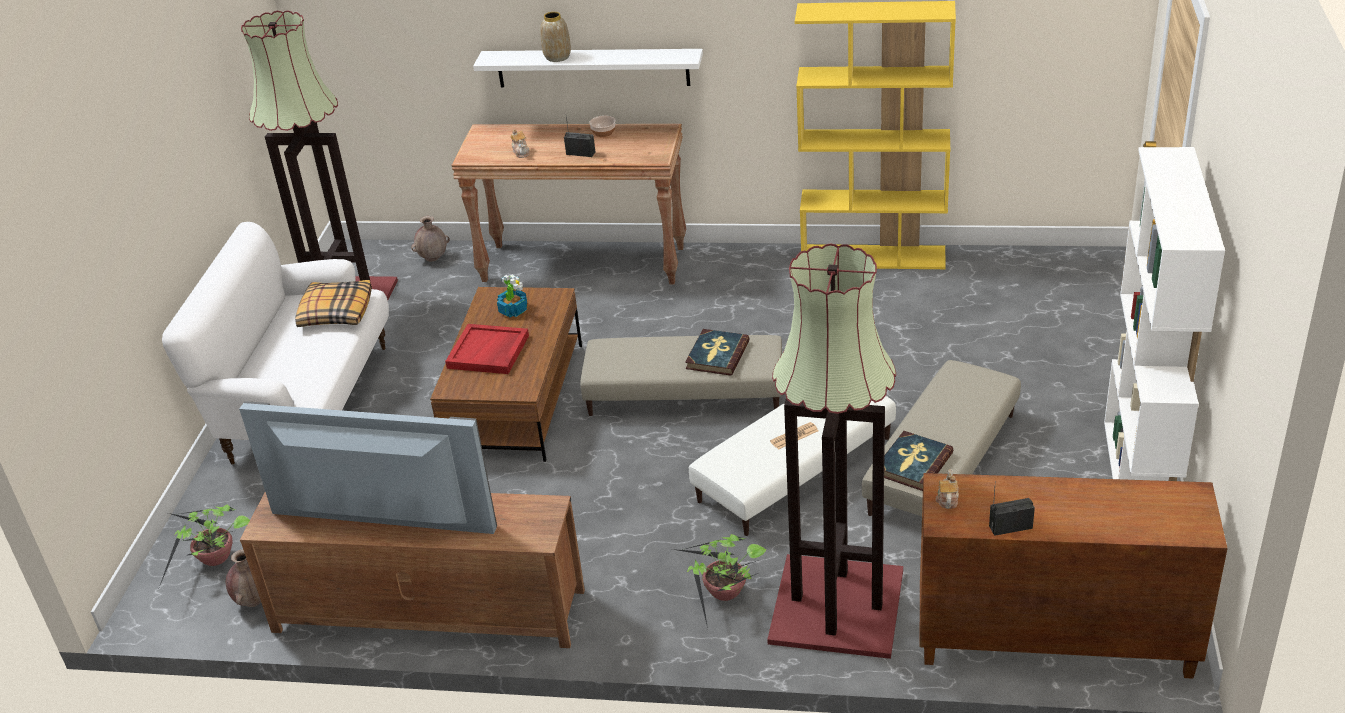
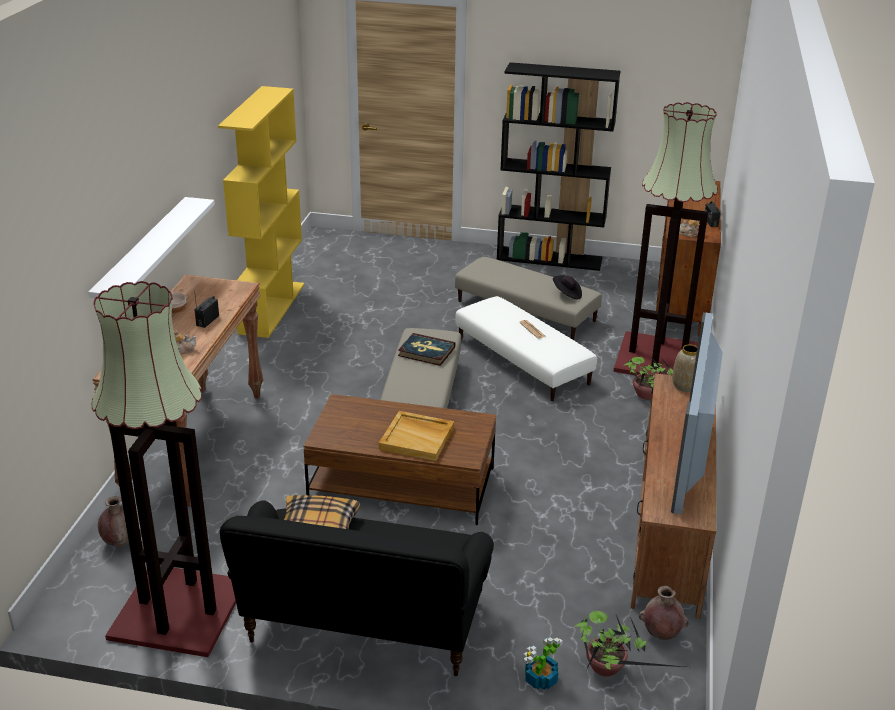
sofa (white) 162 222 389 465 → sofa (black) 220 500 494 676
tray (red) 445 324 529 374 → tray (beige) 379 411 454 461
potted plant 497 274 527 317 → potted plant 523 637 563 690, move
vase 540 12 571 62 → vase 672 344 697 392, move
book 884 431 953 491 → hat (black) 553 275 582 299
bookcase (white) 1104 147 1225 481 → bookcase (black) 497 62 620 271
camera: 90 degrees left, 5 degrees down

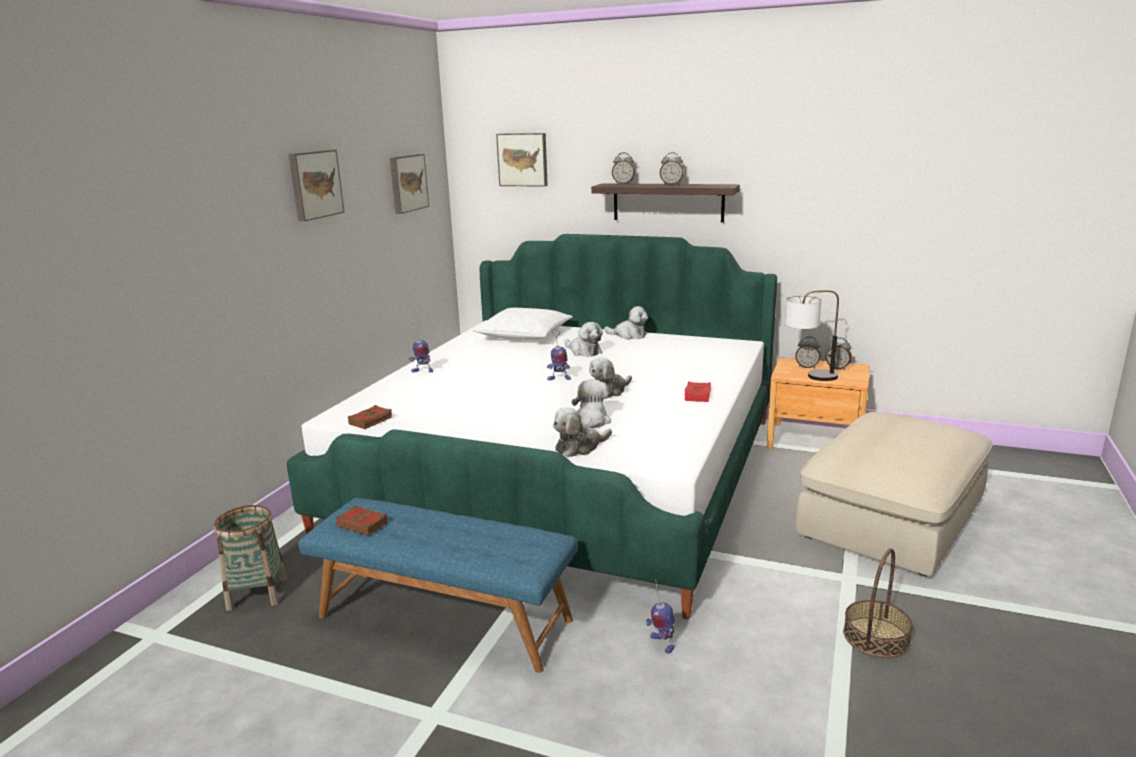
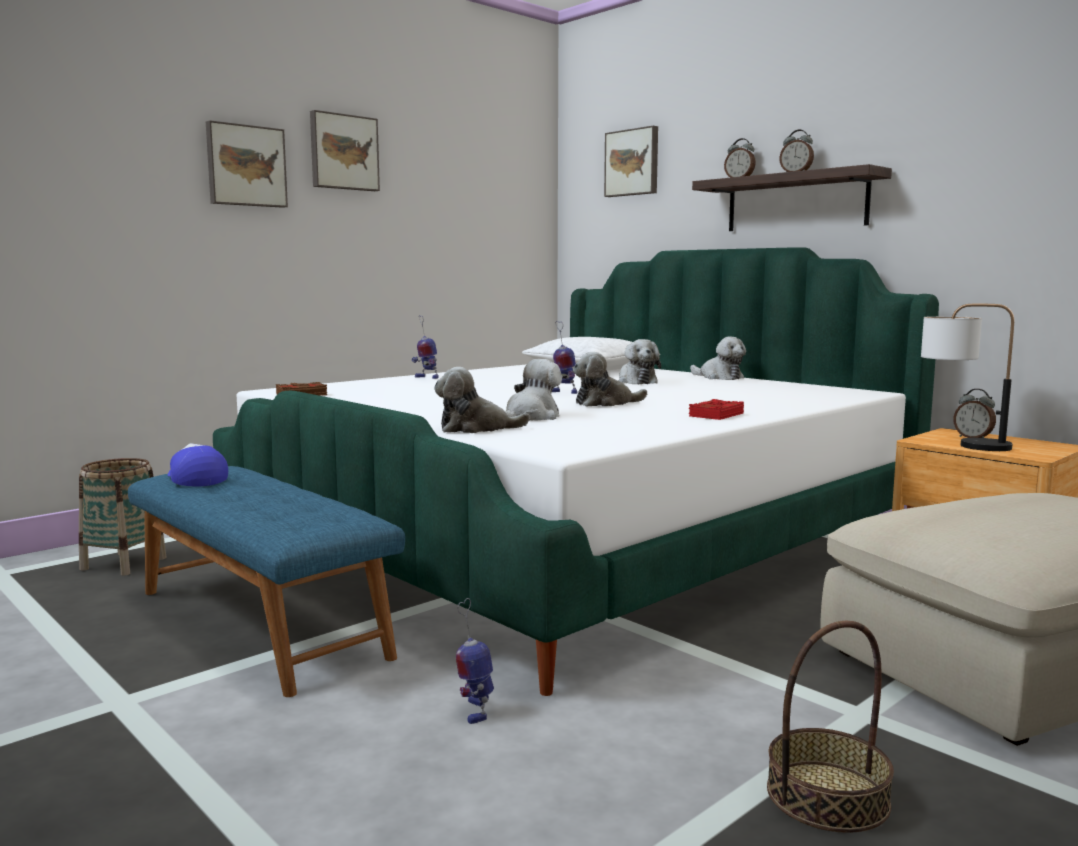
book (brown) 335 505 388 536 → cap 168 443 228 486
picture 390 154 429 214 → picture 206 120 288 208, move
alarm clock 826 338 852 370 → -
camera: 25 degrees right, 10 degrees down

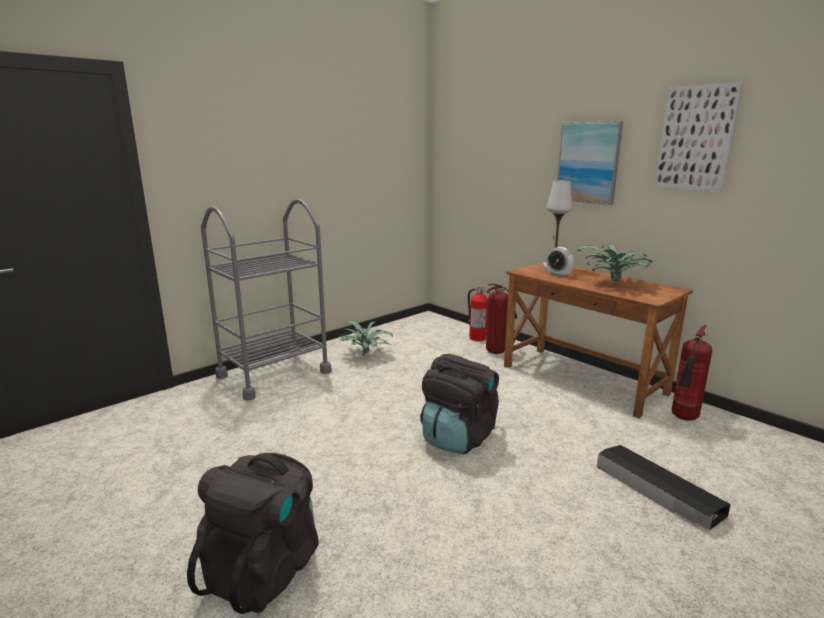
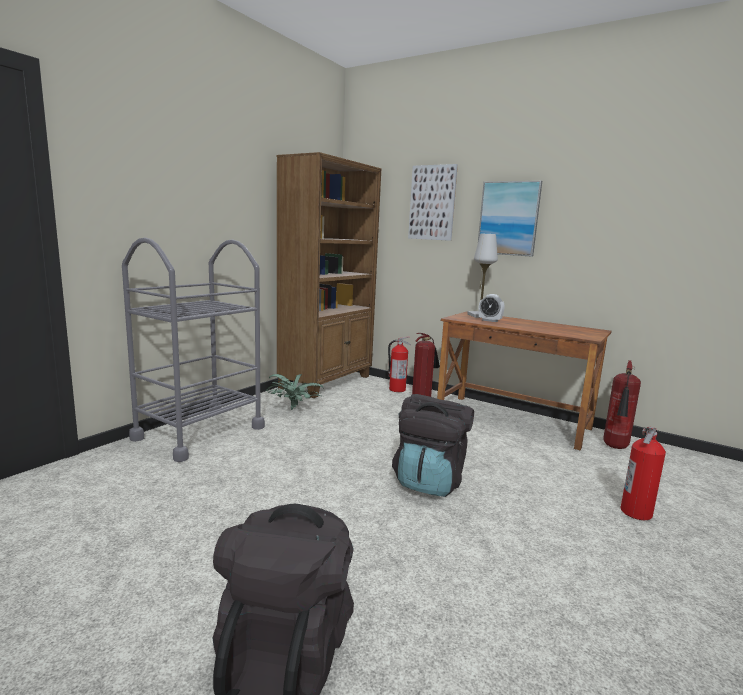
potted plant 576 244 653 283 → -
storage box (black) 597 445 731 530 → fire extinguisher 621 427 666 520
picture 655 83 743 192 → picture 408 164 458 241, move
- → bookcase (brown) 277 152 381 398
camera: 15 degrees left, 5 degrees down

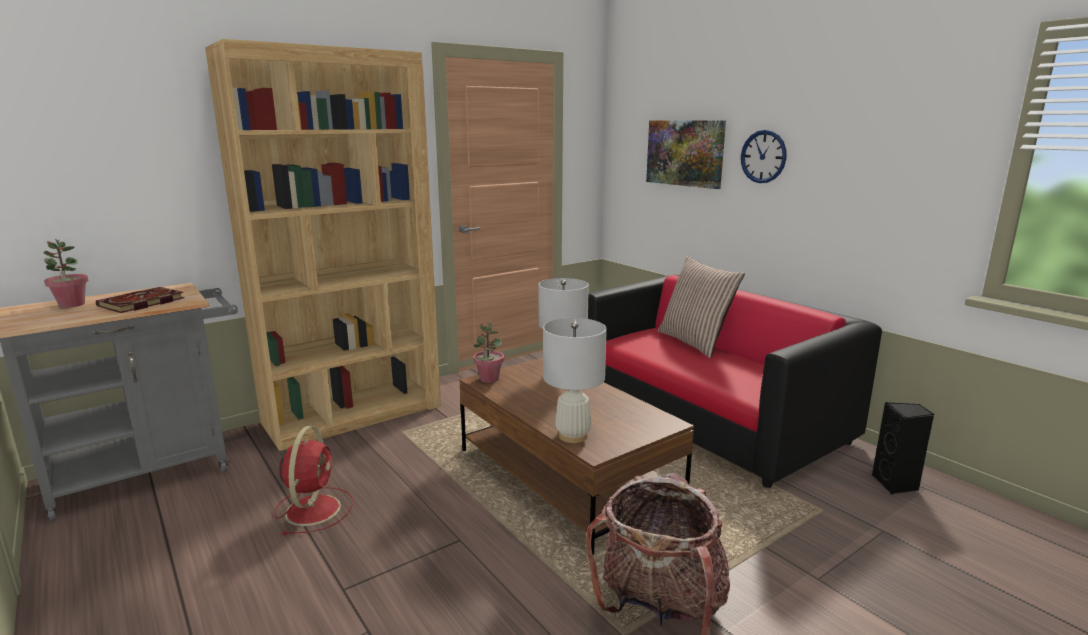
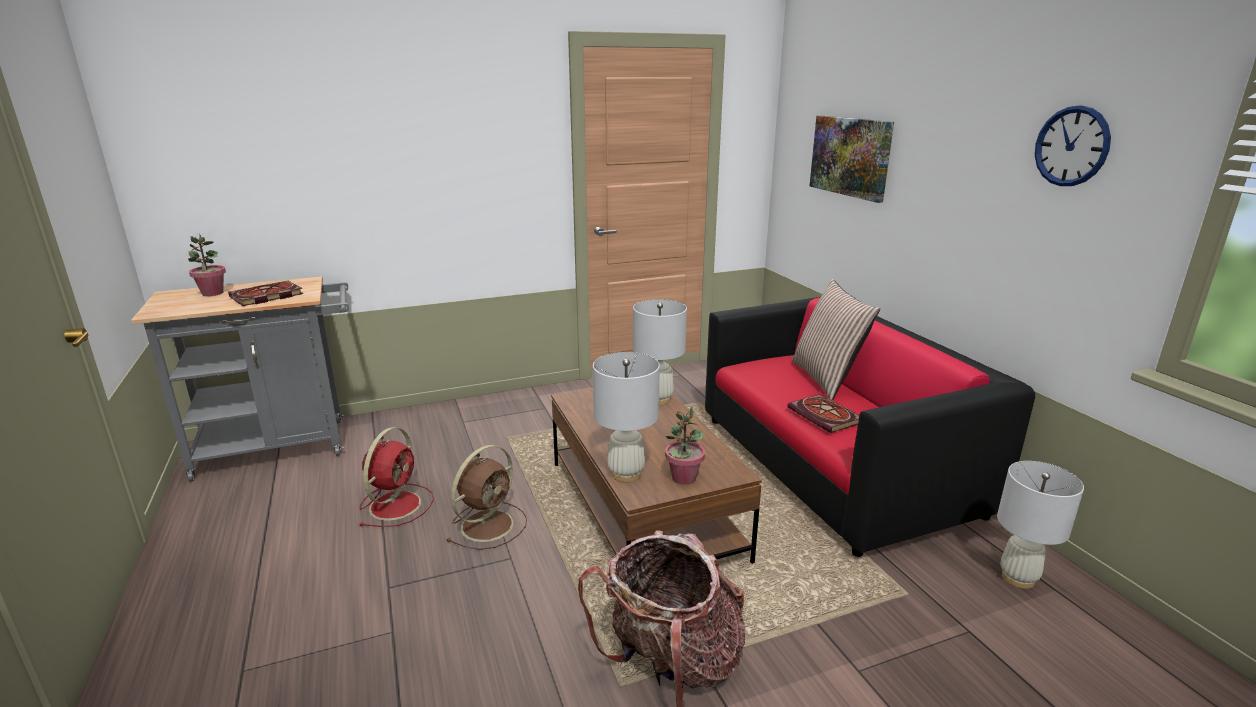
bookcase (brown) 205 39 441 451 → -
potted plant 473 321 504 383 → potted plant 665 406 705 485, move
wall clock 741 130 787 183 → wall clock 1035 105 1111 186, move
speaker (black) 872 402 934 494 → table lamp (white) 997 461 1084 589
- → fan (brown) 446 445 527 550
- → book 787 394 859 433
camera: 15 degrees right, 5 degrees up

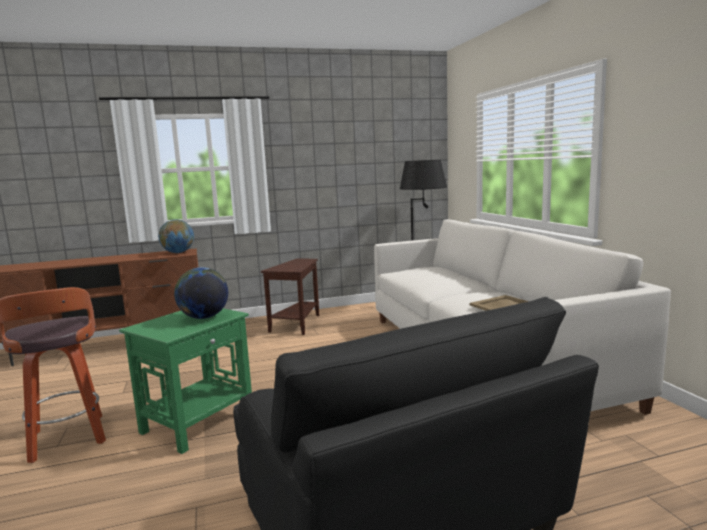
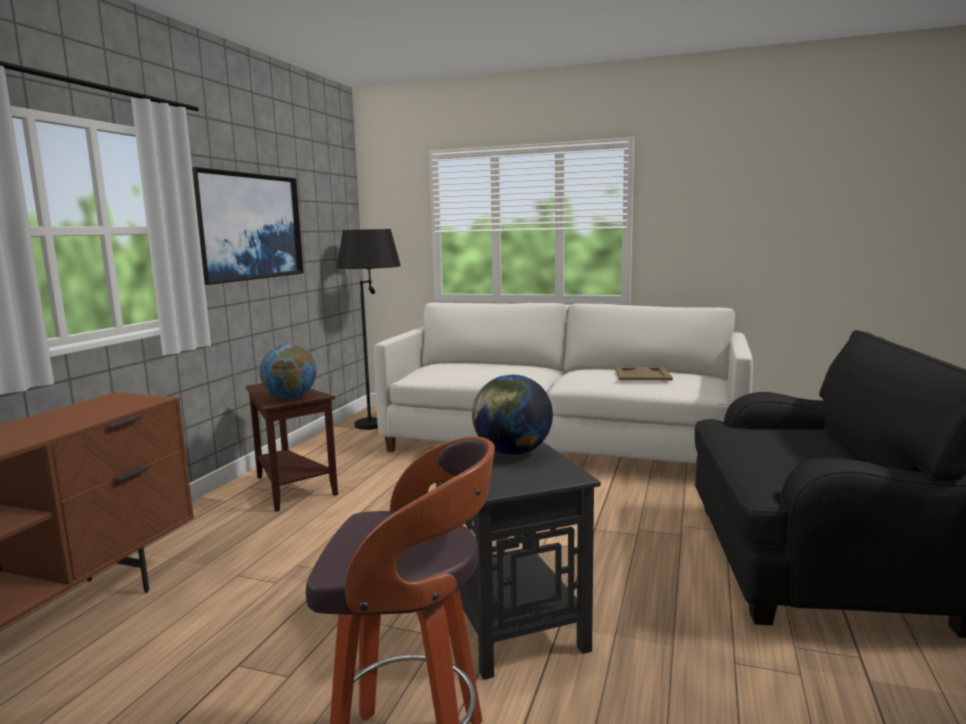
side table (green) 119 308 252 454 → side table (black) 430 442 601 680
globe 158 219 194 253 → globe 260 344 316 399, move
- → picture 192 167 304 285
camera: 55 degrees left, 0 degrees up

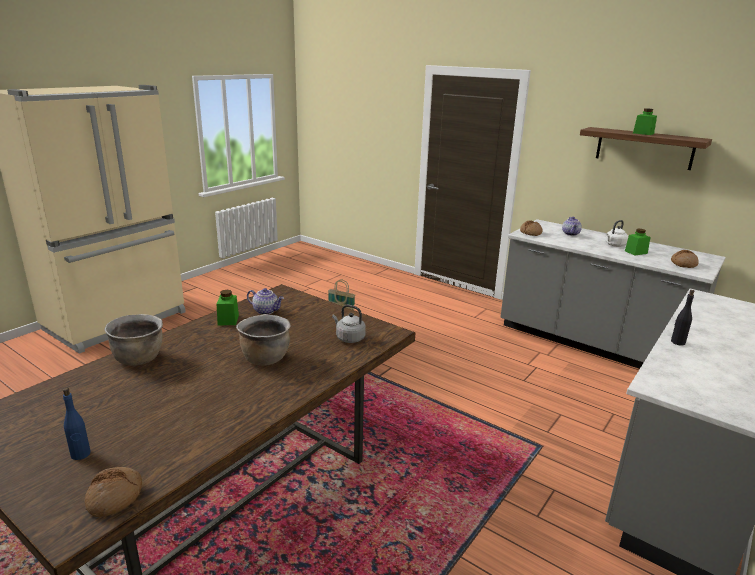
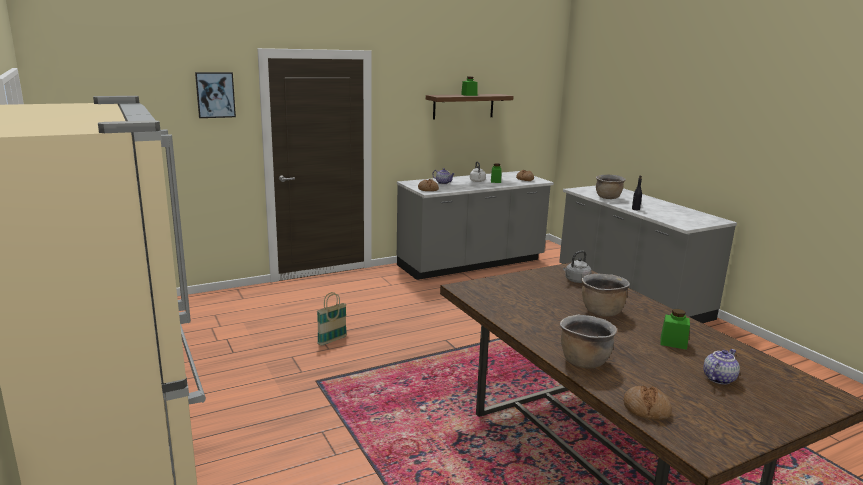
bottle (blue) 63 388 91 460 → -
bread 84 467 142 517 → bread 623 386 672 420, move
jar (green) 217 290 239 325 → jar (green) 660 309 690 350, move
teapot 247 288 284 315 → teapot 703 349 740 385, move
- → picture 195 72 236 118
- → cooking pot (brown) 596 175 626 199
camera: 65 degrees left, 5 degrees down

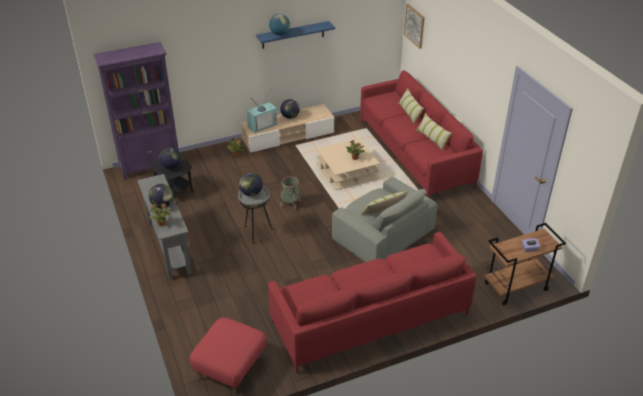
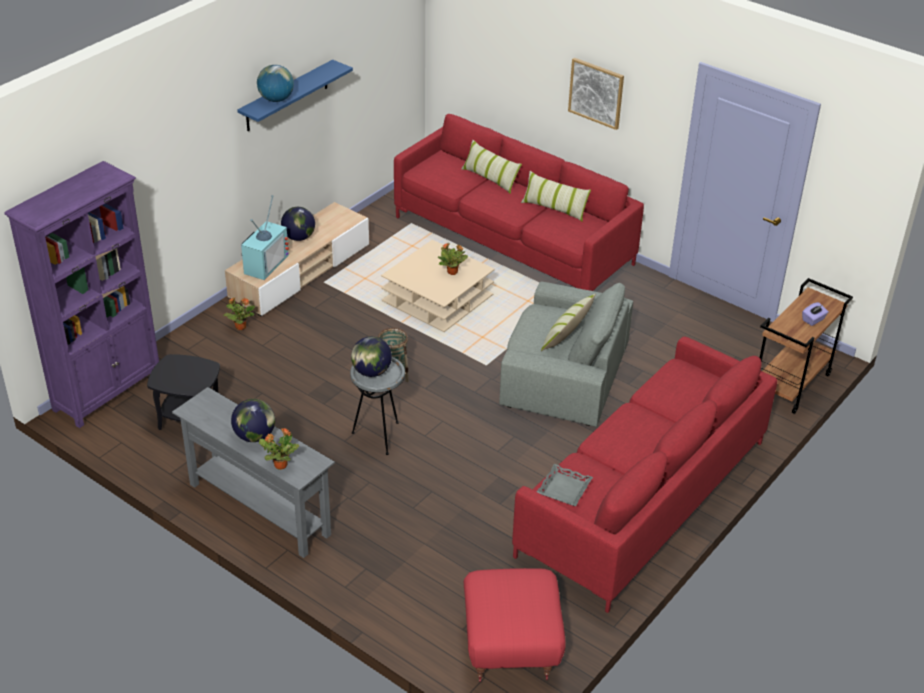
globe 159 148 181 169 → -
picture 404 4 425 49 → picture 568 58 624 130, move
- → tray (grey) 537 464 593 506
camera: 30 degrees left, 0 degrees up

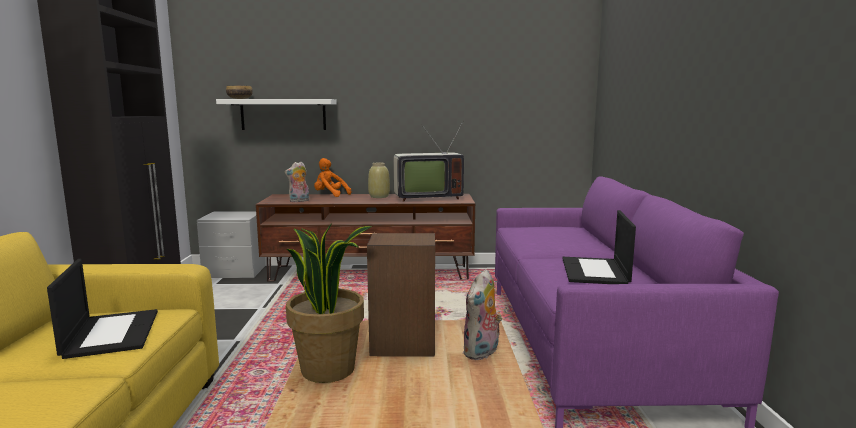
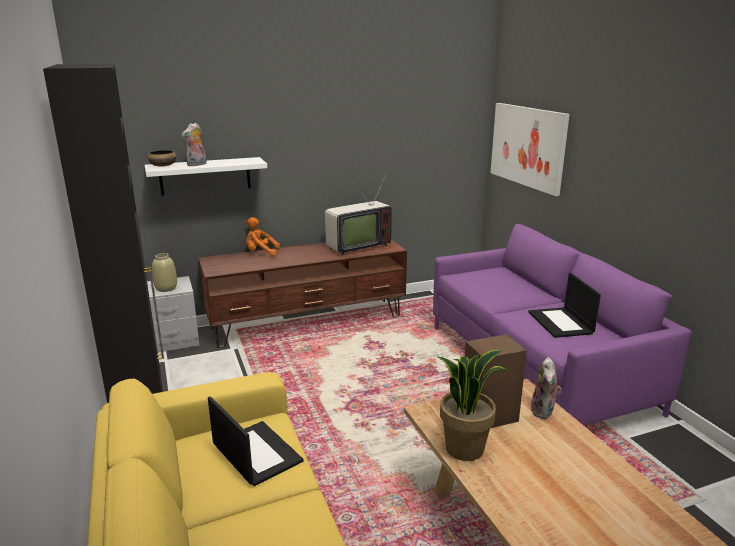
plush toy 285 162 309 202 → plush toy 181 123 206 166, move
vase (beige) 368 163 390 198 → vase (beige) 152 253 177 292, move
- → picture 490 103 570 196
camera: 20 degrees left, 10 degrees up

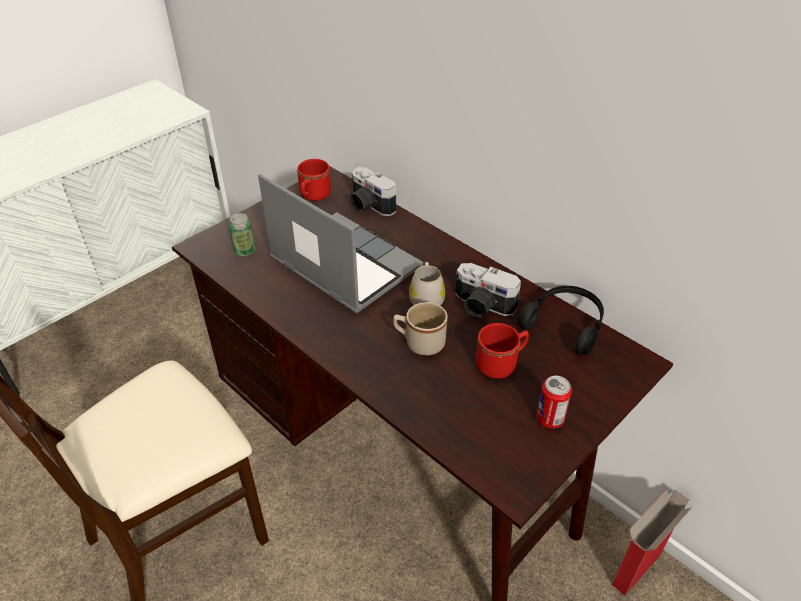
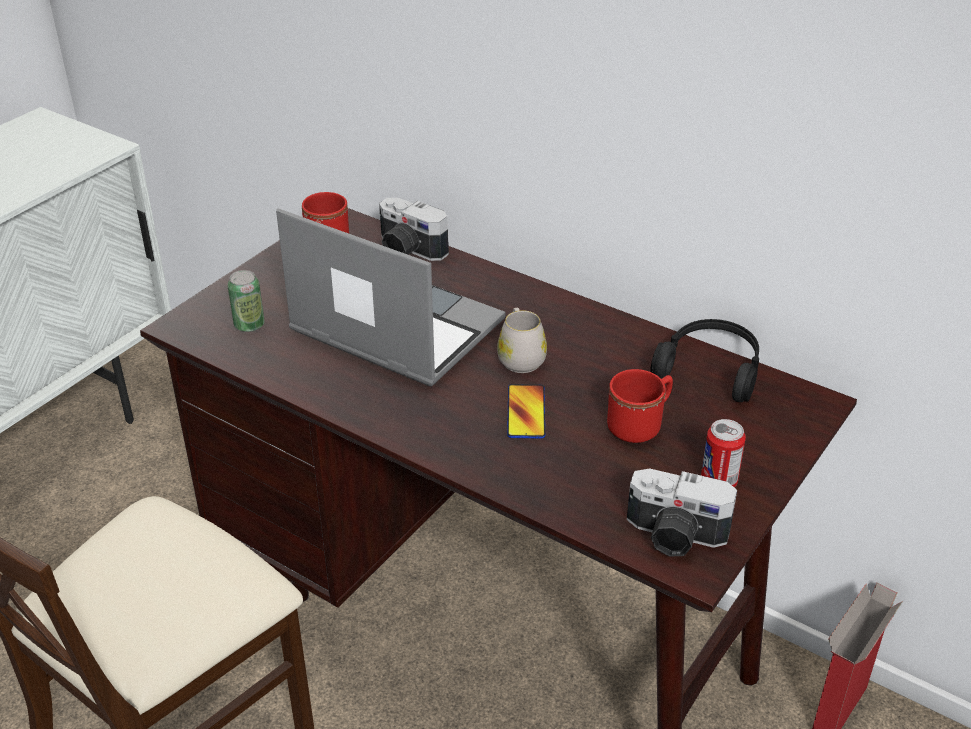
mug (beige) 393 302 448 355 → phone 507 384 545 439
photo camera 455 263 521 318 → photo camera 627 468 737 557, move
camera: 10 degrees left, 5 degrees down

